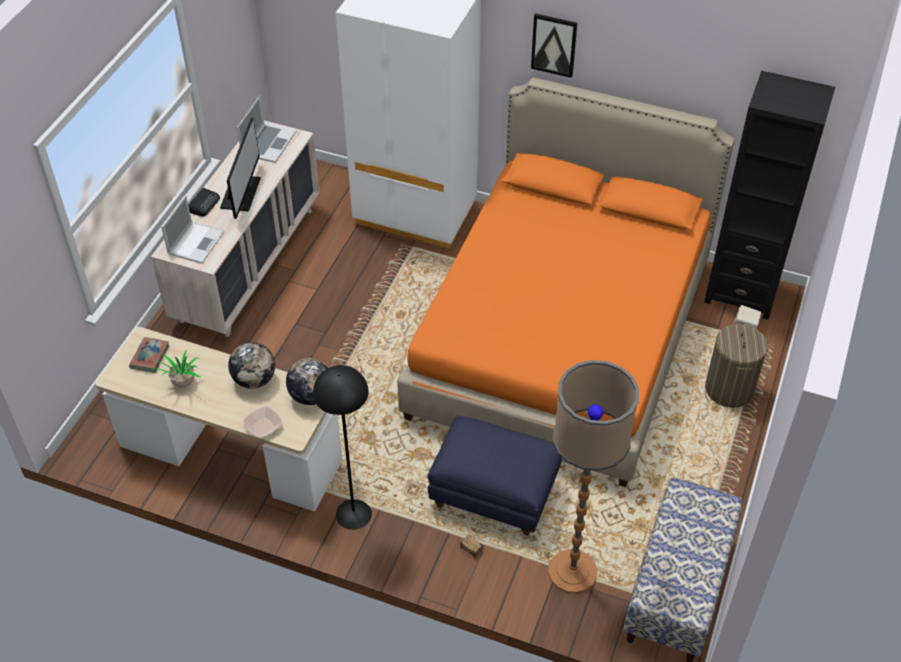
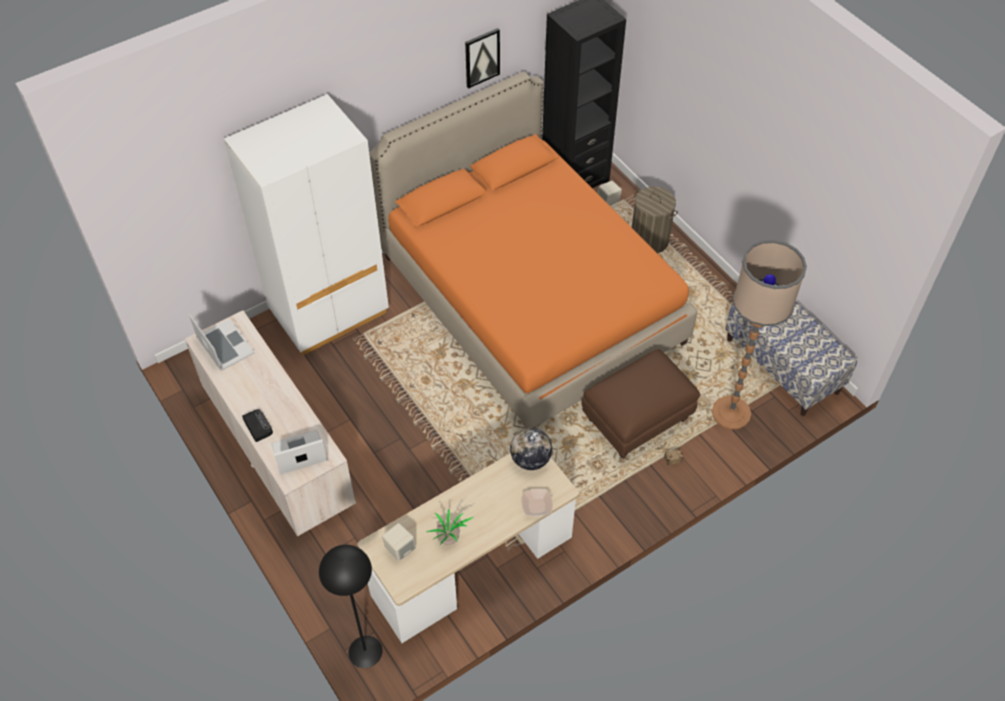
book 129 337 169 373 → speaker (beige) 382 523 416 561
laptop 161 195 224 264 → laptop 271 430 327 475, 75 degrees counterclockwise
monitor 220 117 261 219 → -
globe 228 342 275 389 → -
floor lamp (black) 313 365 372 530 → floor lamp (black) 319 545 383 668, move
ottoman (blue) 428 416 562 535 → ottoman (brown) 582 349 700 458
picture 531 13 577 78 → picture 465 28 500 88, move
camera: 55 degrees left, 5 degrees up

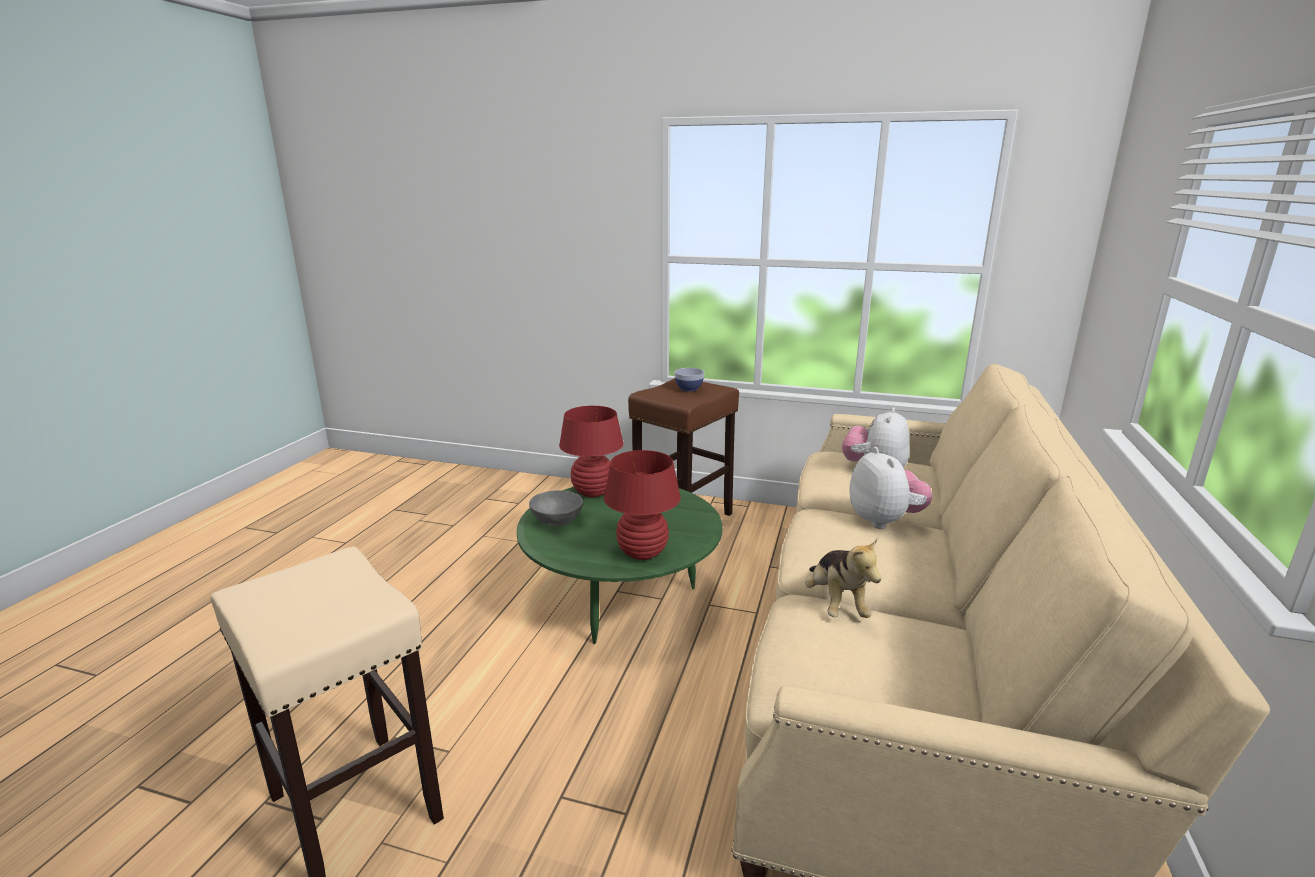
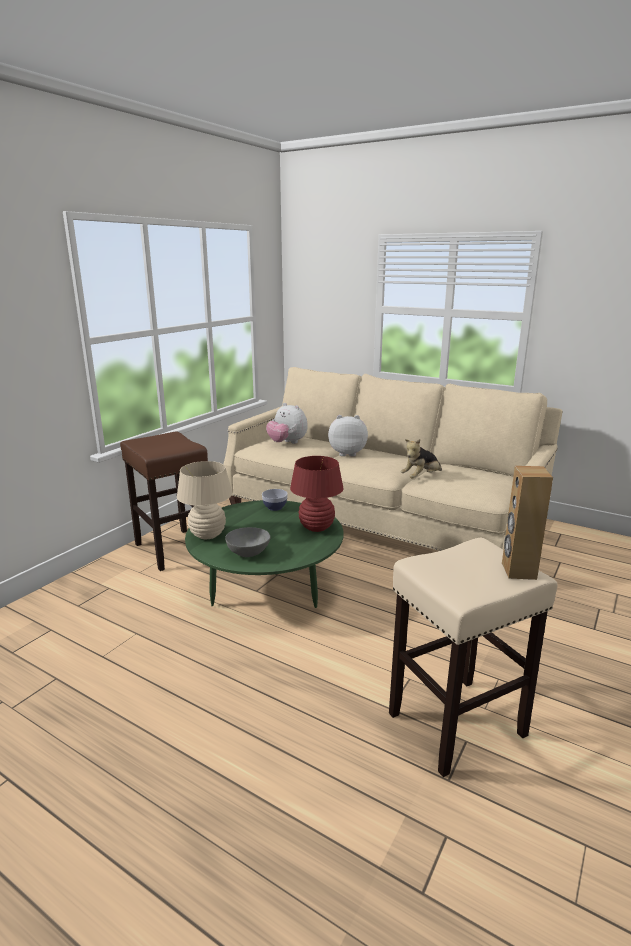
table lamp (red) 559 406 624 497 → table lamp (beige) 177 461 233 539
bowl 674 368 704 392 → bowl 262 489 288 511, move
plush toy 805 537 881 618 → plush toy 401 439 442 479, 135 degrees clockwise
- → speaker (brown) 502 466 553 580
camera: 75 degrees left, 0 degrees up

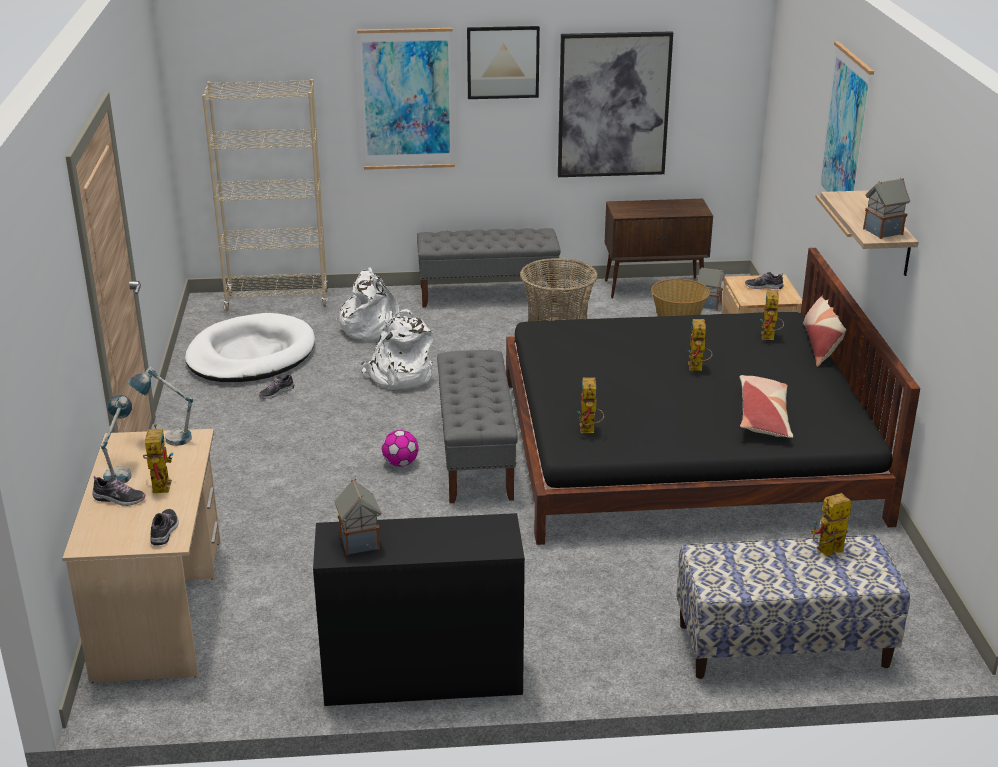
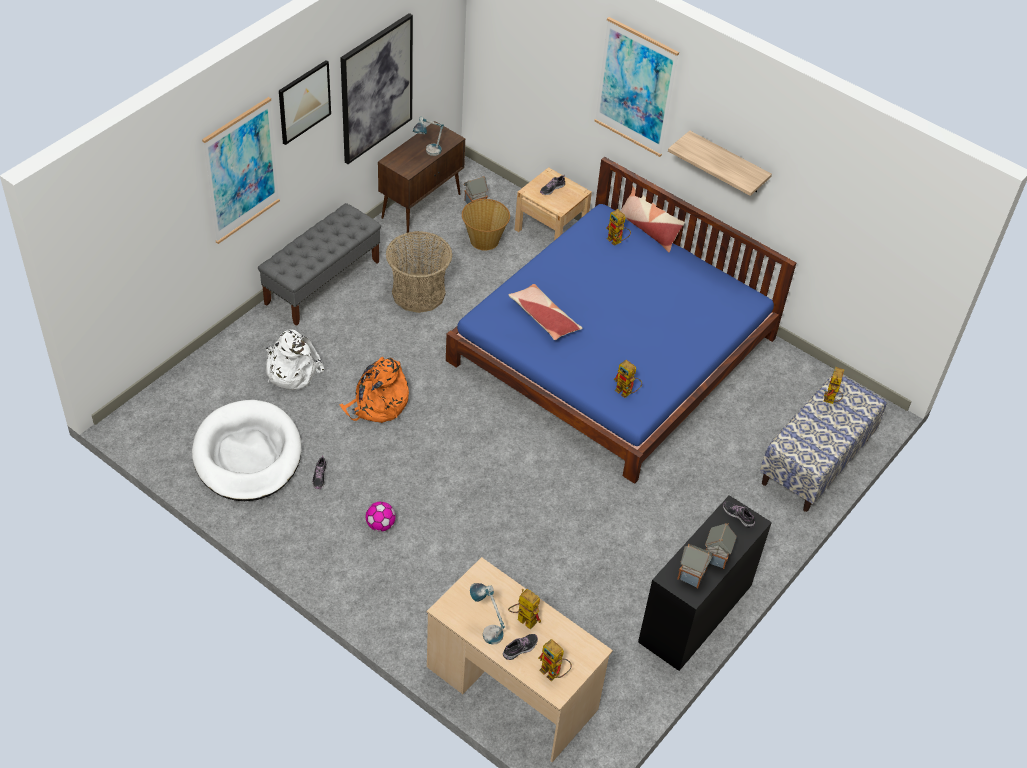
table lamp 127 366 193 446 → table lamp 413 117 444 156, move
shoe 150 509 179 546 → shoe 723 502 755 528, move
bookcase (beige) 202 79 328 311 → -
backpack (white) 362 309 433 390 → backpack (orange) 340 357 409 423
football 382 430 418 467 → football 366 502 396 532, move
bench (grey) 437 350 518 503 → -
bed (black) 506 248 920 545 → bed (blue) 446 157 796 484
toy robot 688 319 713 371 → toy robot 538 639 572 681, move
pillow 740 375 793 438 → pillow 509 284 582 340, move
toy house 863 178 910 239 → toy house 705 523 737 569, move
camera: 50 degrees left, 20 degrees up

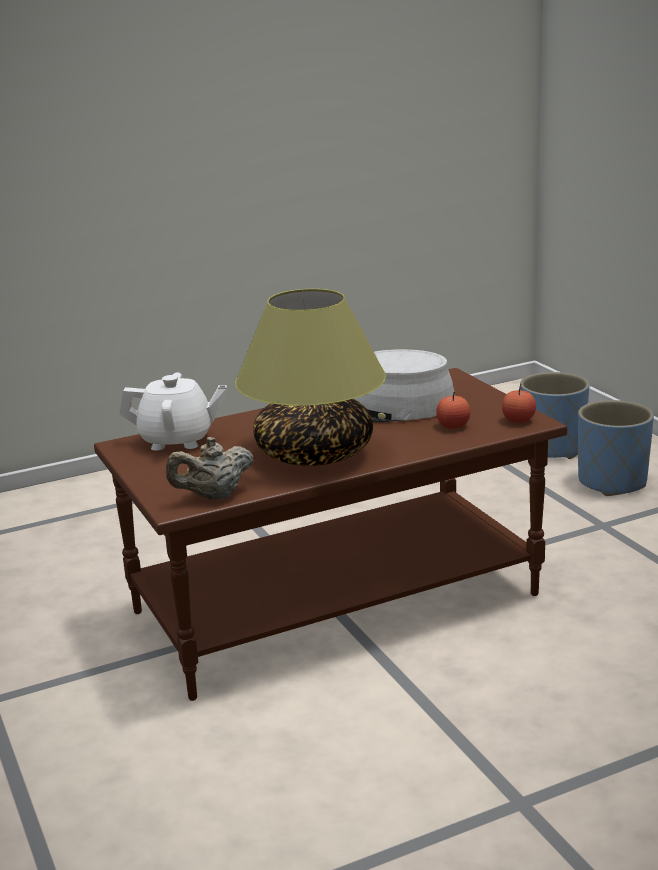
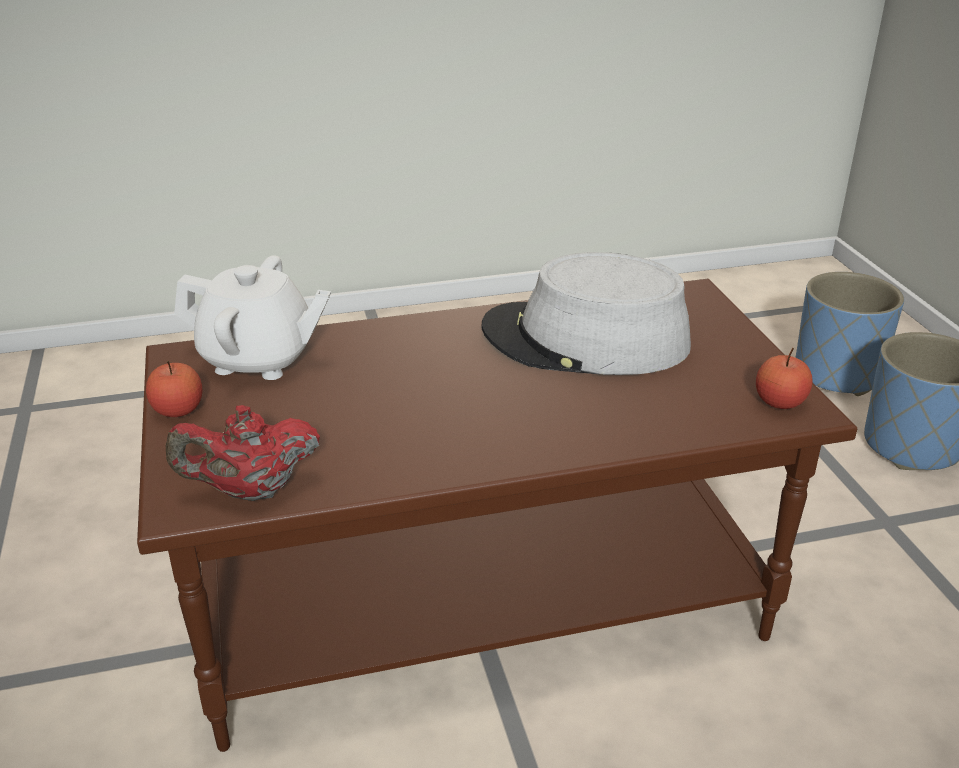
teapot (beige) 166 437 254 500 → teapot (red) 166 405 320 501
table lamp 235 289 386 466 → -
apple 436 391 470 429 → apple 146 361 202 417, move
camera: 10 degrees right, 10 degrees up

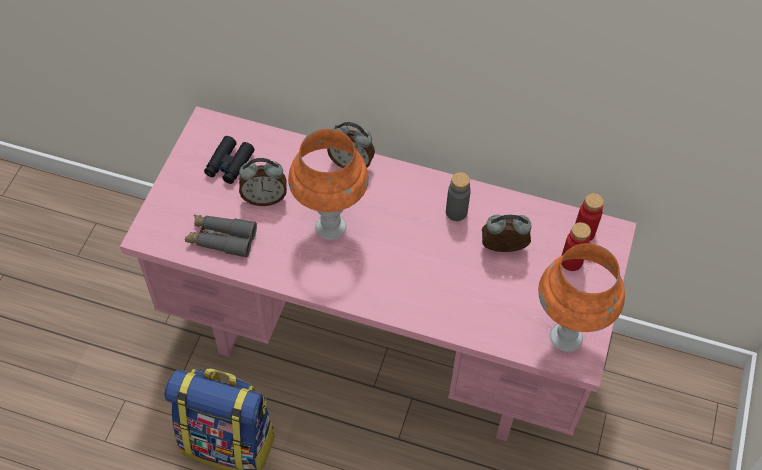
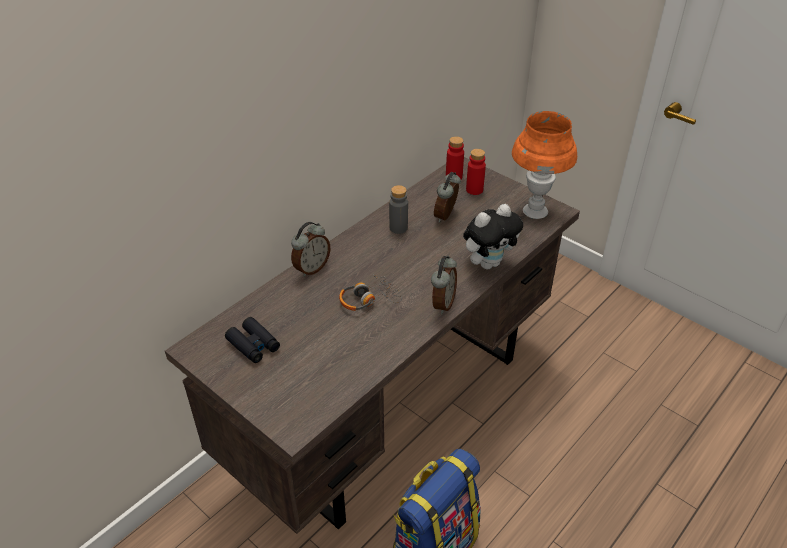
desk (pink) 120 106 637 441 → desk (brown) 165 157 580 534
binoculars (grey) 185 215 257 258 → -
alarm clock 239 158 287 206 → alarm clock 431 256 457 314, move
table lamp (orange) 288 129 369 240 → headphones 339 274 402 311
- → plush toy 463 204 523 270
camera: 65 degrees left, 15 degrees down

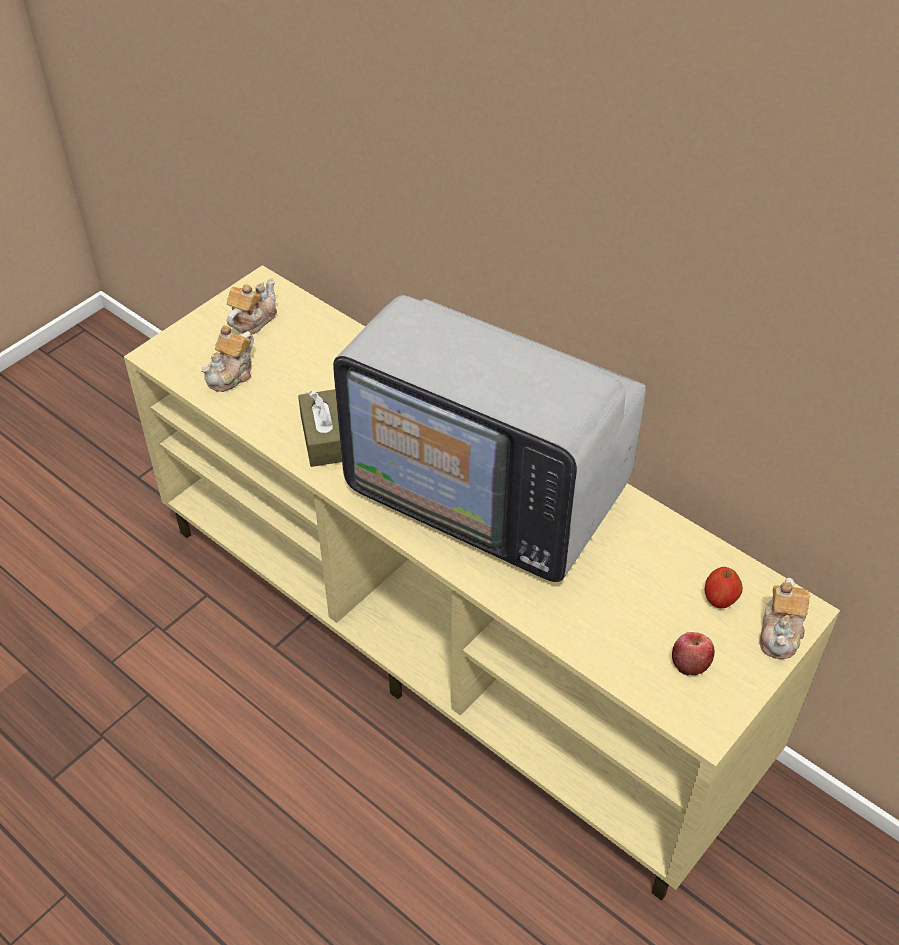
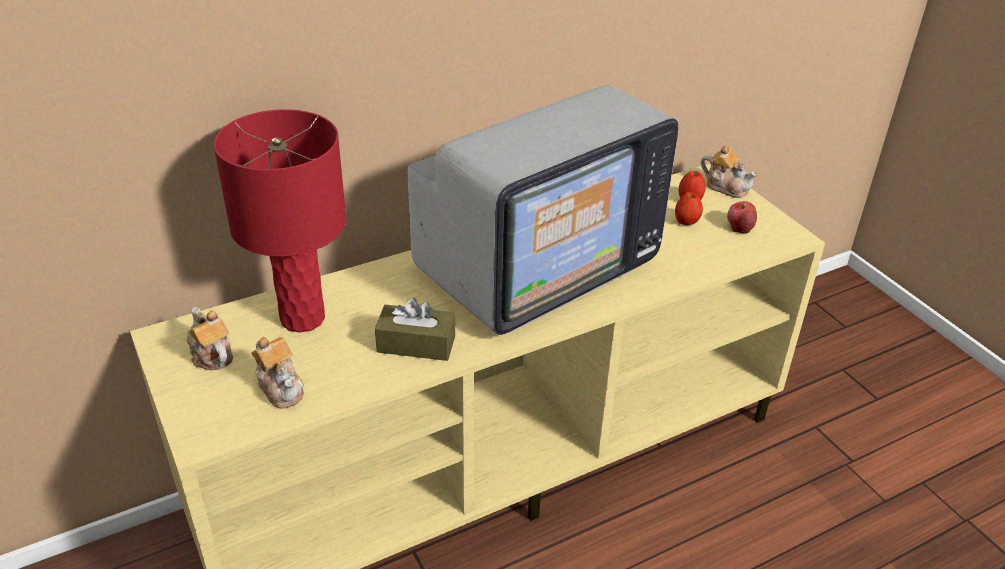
- → table lamp (red) 214 109 347 333
- → apple 675 192 703 225
camera: 70 degrees left, 10 degrees down

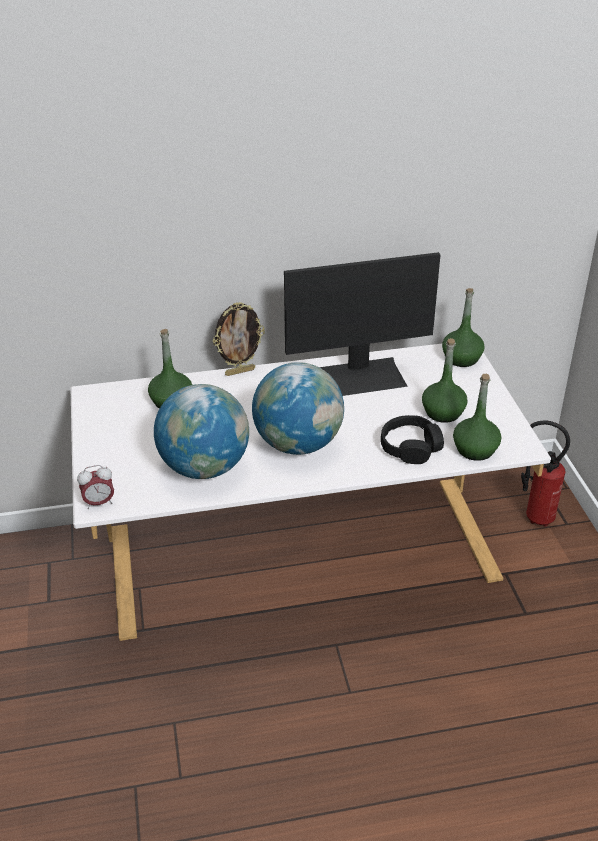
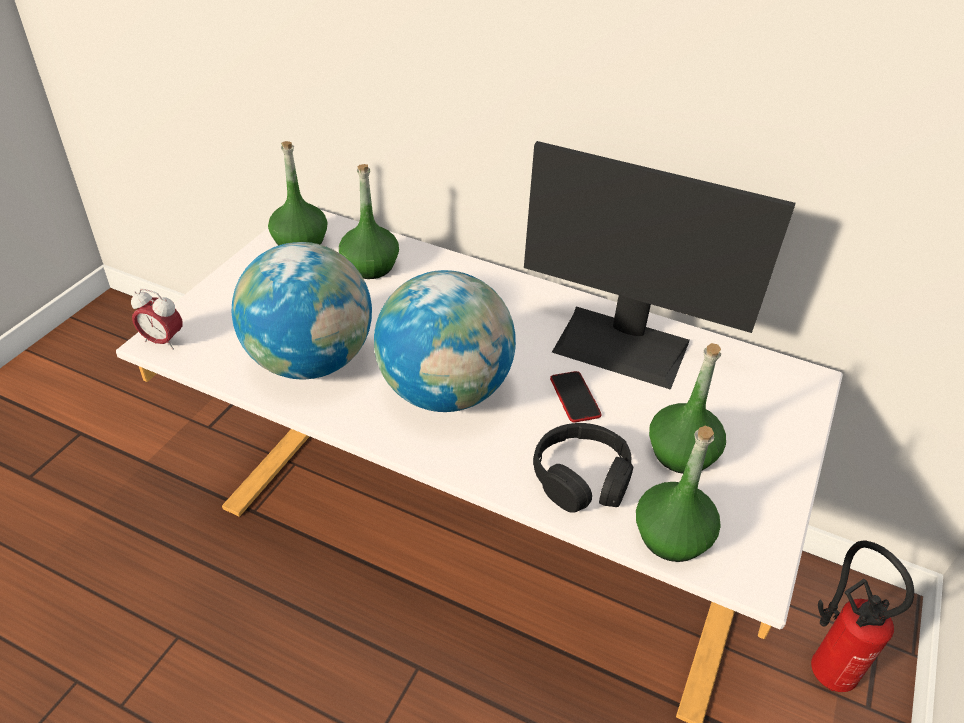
picture frame 213 302 265 376 → -
bottle (green) 442 288 485 367 → bottle (green) 268 141 327 245, move
- → phone 550 371 602 422
camera: 35 degrees right, 5 degrees up

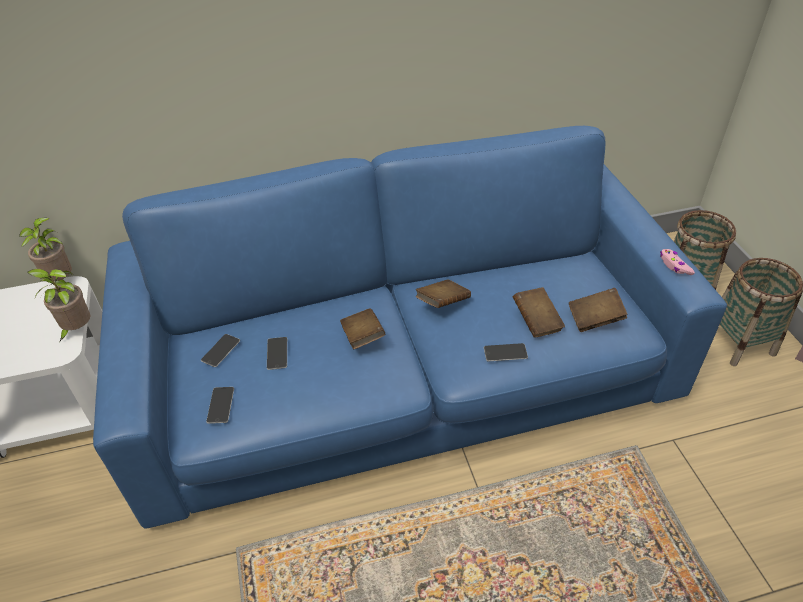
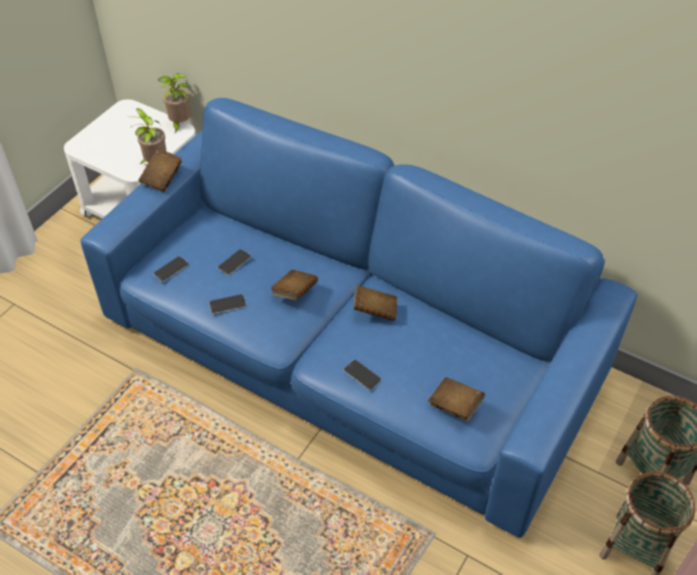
phone 201 334 240 367 → phone 209 294 246 314, move
book (brown) 513 287 565 338 → book (brown) 139 148 182 192, move
game controller (pink) 660 249 695 275 → -
camera: 45 degrees right, 5 degrees up

